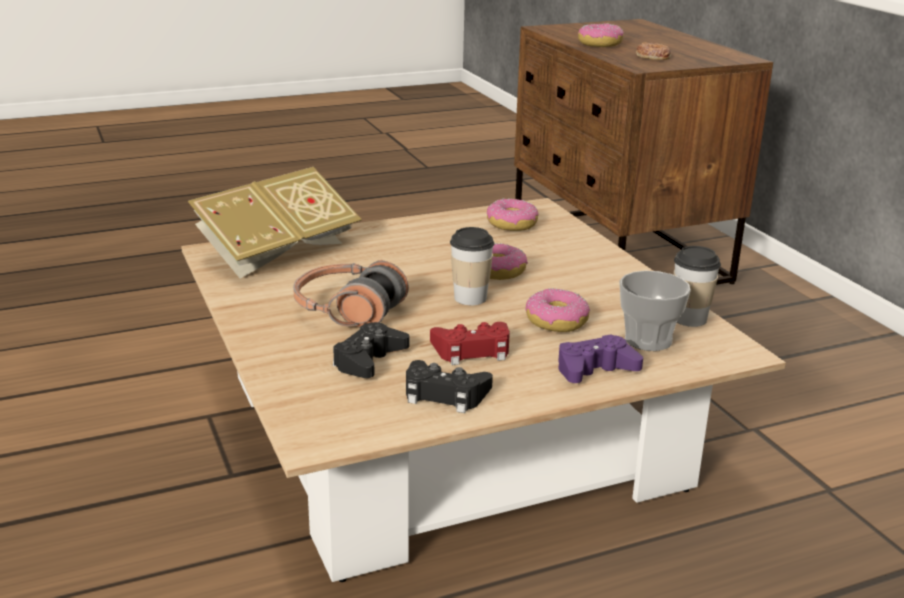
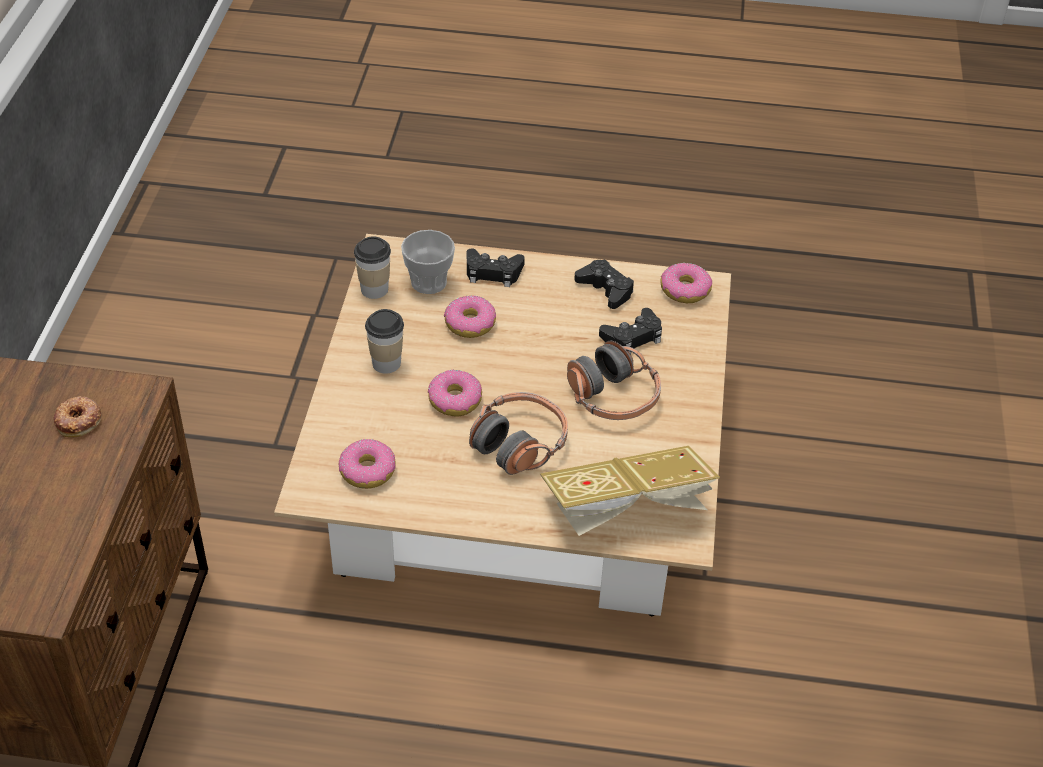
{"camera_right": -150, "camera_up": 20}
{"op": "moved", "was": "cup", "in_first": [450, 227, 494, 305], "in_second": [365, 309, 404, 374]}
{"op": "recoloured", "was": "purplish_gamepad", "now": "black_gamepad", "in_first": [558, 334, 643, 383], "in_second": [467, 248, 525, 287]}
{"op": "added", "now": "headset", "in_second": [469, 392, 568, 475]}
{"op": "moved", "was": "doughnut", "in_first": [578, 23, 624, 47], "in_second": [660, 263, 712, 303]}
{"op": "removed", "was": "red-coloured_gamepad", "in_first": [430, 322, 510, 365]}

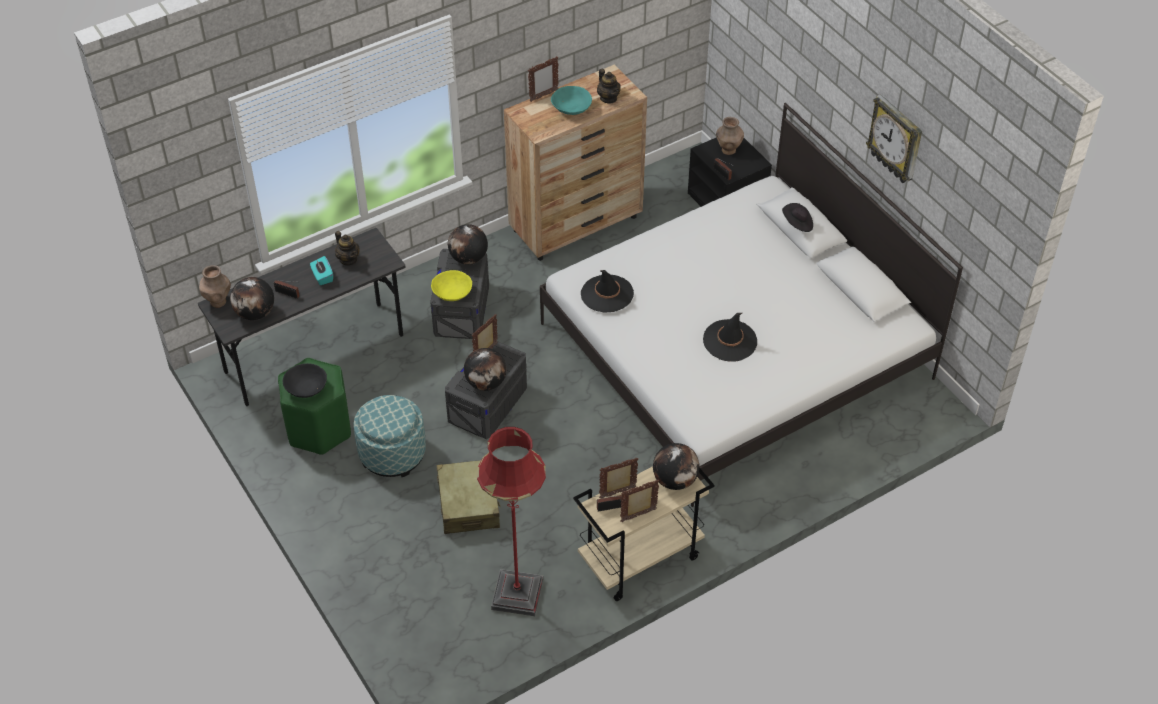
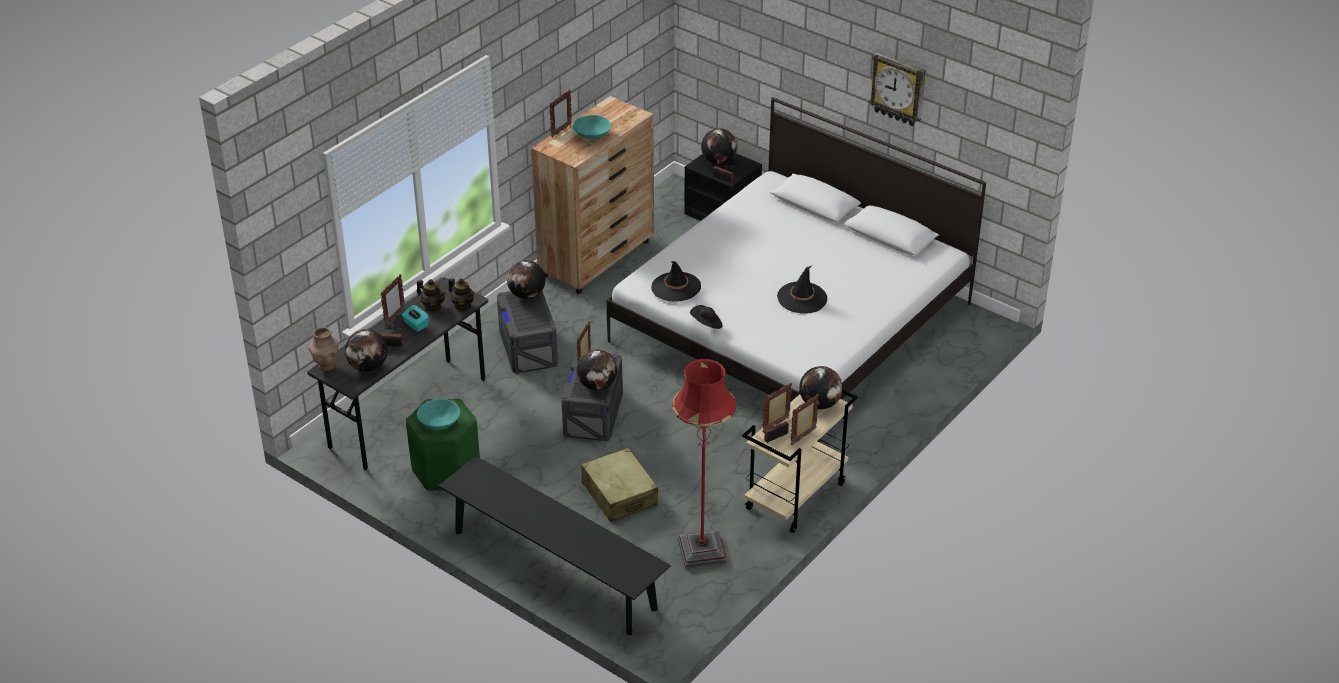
{"camera_right": -20, "camera_up": -10}
{"op": "added", "now": "photo_frame", "in_second": [380, 274, 405, 326]}
{"op": "recoloured", "was": "black_bowl", "now": "turquoise-coloured_bowl", "in_first": [283, 363, 327, 398], "in_second": [417, 399, 460, 430]}
{"op": "added", "now": "black_indoor_bench", "in_second": [439, 456, 671, 635]}
{"op": "moved", "was": "pot_for_tea", "in_first": [597, 69, 621, 104], "in_second": [448, 278, 475, 310]}
{"op": "moved", "was": "black_hat", "in_first": [782, 203, 813, 232], "in_second": [690, 305, 722, 329]}
{"op": "replaced", "was": "brown-coloured_flower_vase", "now": "desk_globe", "in_first": [716, 117, 744, 155], "in_second": [701, 128, 737, 164]}
{"op": "removed", "was": "footrest", "in_first": [354, 395, 426, 477]}
{"op": "removed", "was": "yellowish_bowl", "in_first": [431, 270, 472, 301]}

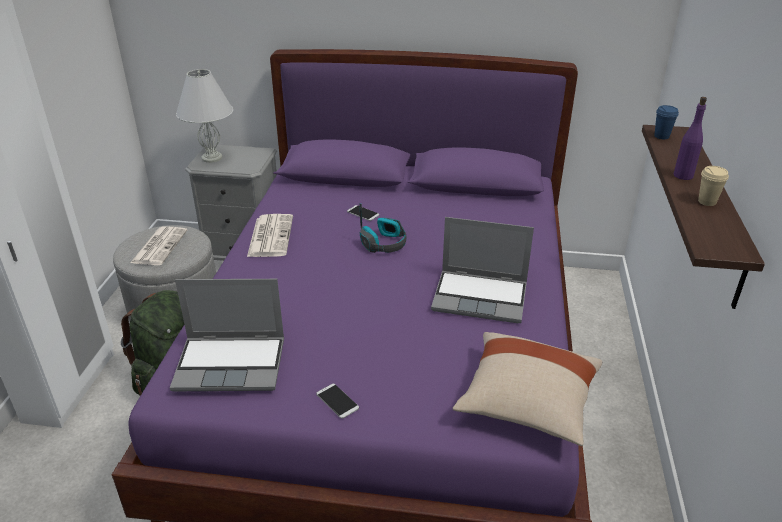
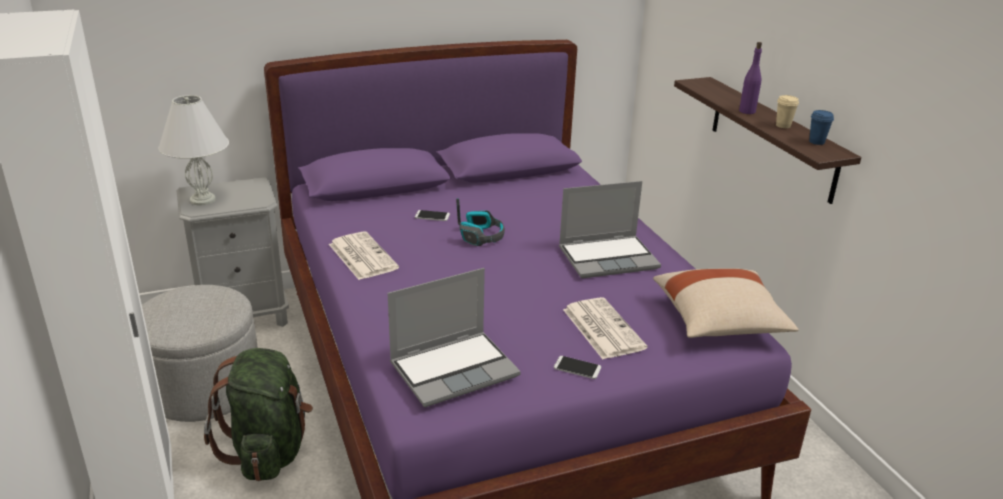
{"camera_right": -30, "camera_up": -5}
{"op": "moved", "was": "daily_paper", "in_first": [130, 227, 187, 265], "in_second": [563, 297, 647, 359]}
{"op": "moved", "was": "bluish_cup", "in_first": [654, 105, 679, 139], "in_second": [809, 110, 834, 145]}

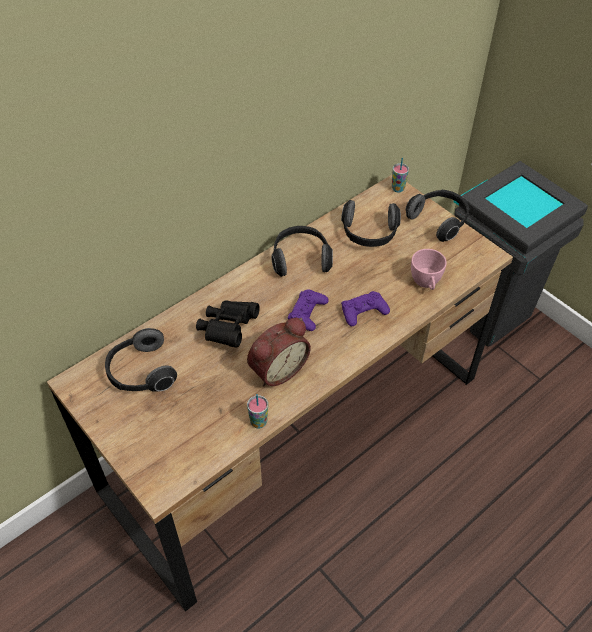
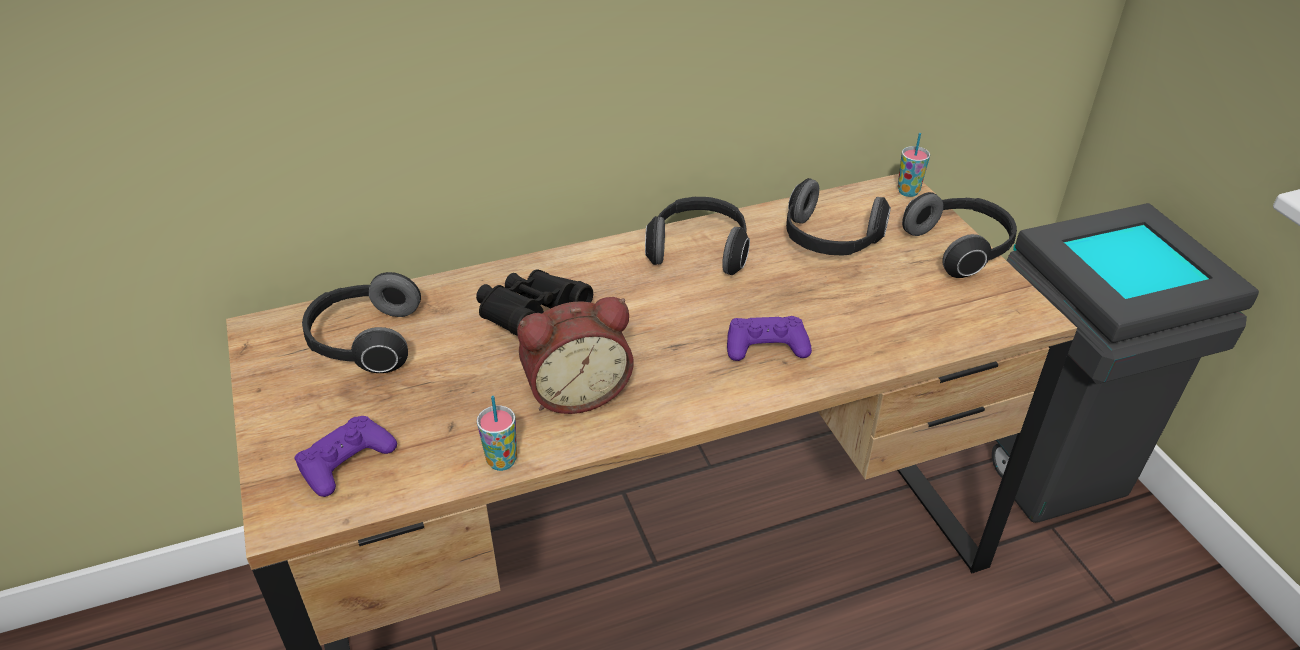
{"camera_right": 20, "camera_up": -10}
{"op": "moved", "was": "purplish_gamepad", "in_first": [288, 289, 329, 331], "in_second": [295, 416, 397, 497]}
{"op": "removed", "was": "pink-coloured_cup", "in_first": [411, 249, 447, 290]}

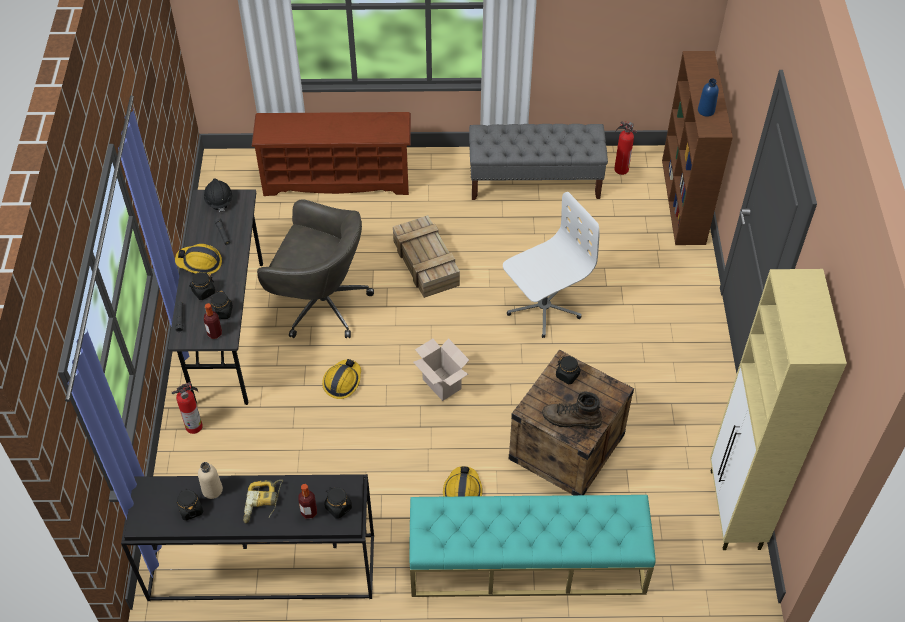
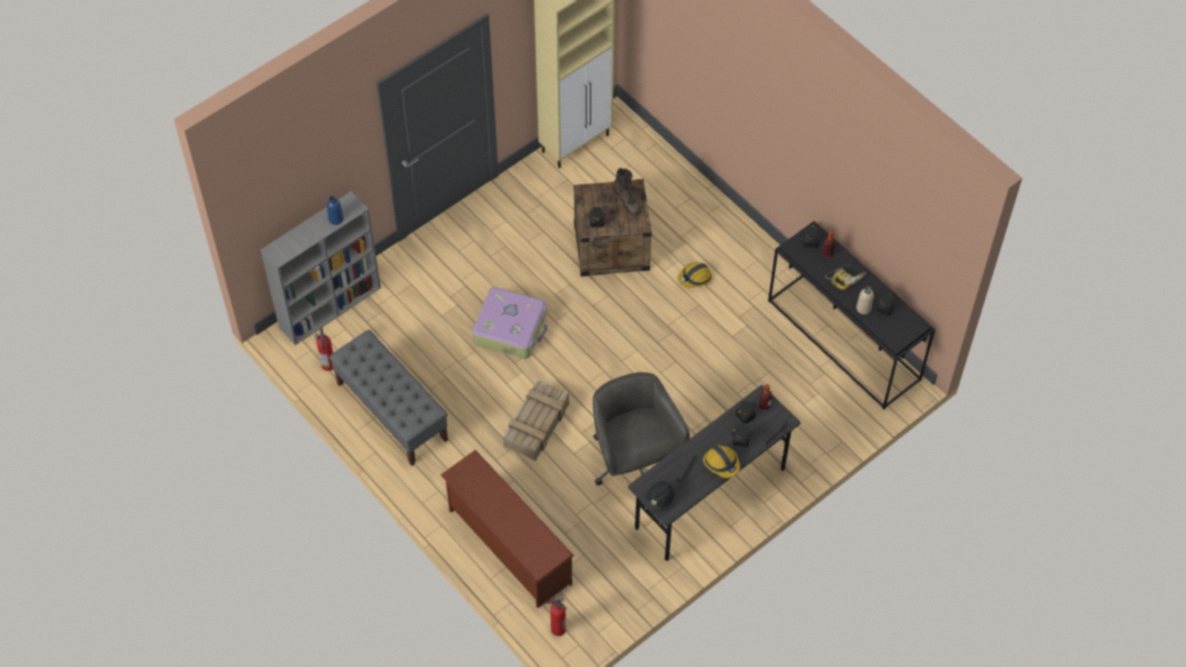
{"camera_right": -130, "camera_up": 5}
{"op": "recoloured", "was": "brown-coloured_bookshelf", "now": "gray_bookshelf", "in_first": [662, 51, 733, 245], "in_second": [261, 191, 381, 345]}
{"op": "replaced", "was": "white_computer_chair", "now": "travel_case", "in_first": [503, 192, 600, 338], "in_second": [472, 287, 548, 359]}
{"op": "moved", "was": "fire_extinguisher", "in_first": [172, 382, 203, 434], "in_second": [547, 596, 567, 636]}
{"op": "removed", "was": "safety_helmet", "in_first": [322, 359, 361, 399]}
{"op": "removed", "was": "turquoise-coloured_indoor_bench", "in_first": [410, 495, 656, 597]}
{"op": "removed", "was": "packing_box", "in_first": [413, 338, 469, 401]}

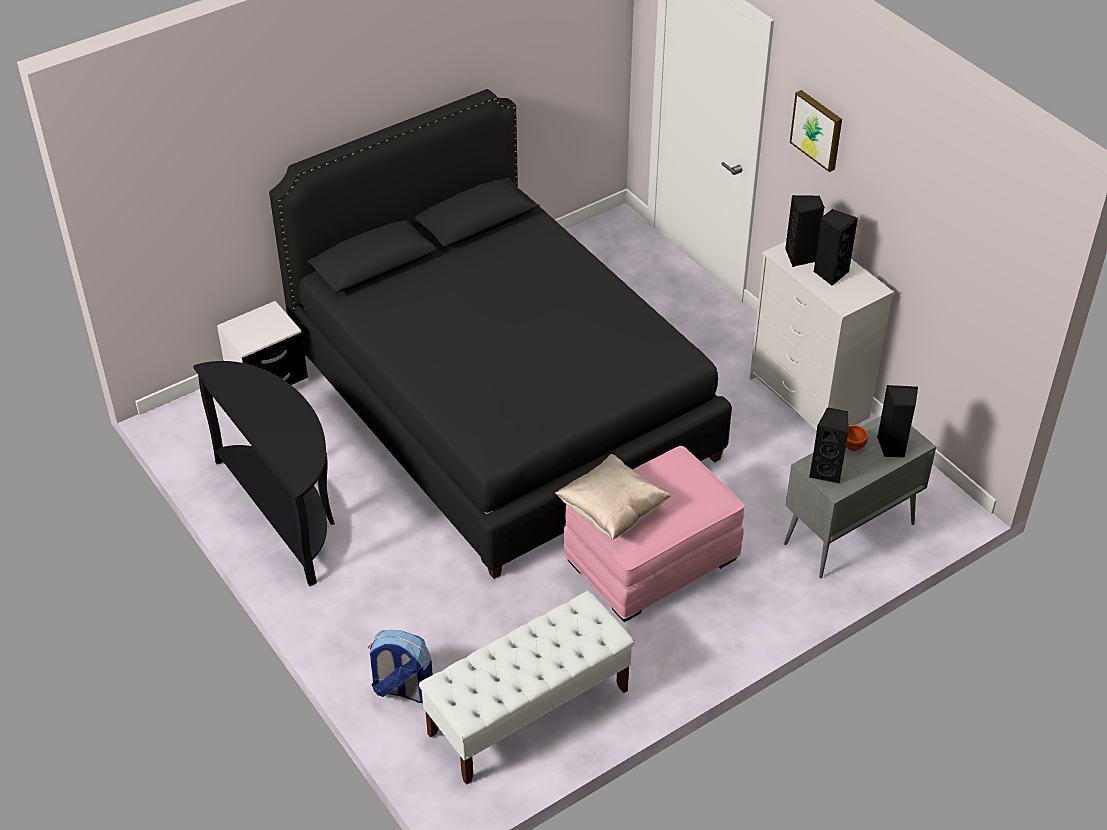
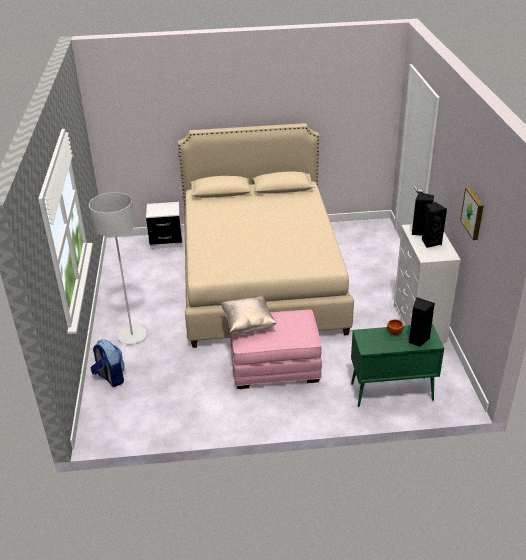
{"camera_right": 30, "camera_up": -10}
{"op": "added", "now": "gray_floor_lamp", "in_second": [89, 192, 147, 344]}
{"op": "recoloured", "was": "black_bed", "now": "beige-coloured_bed", "in_first": [269, 89, 732, 579], "in_second": [178, 123, 354, 348]}
{"op": "recoloured", "was": "gray_storage_cabinet", "now": "green_storage_cabinet", "in_first": [784, 416, 936, 579], "in_second": [351, 323, 444, 407]}
{"op": "moved", "was": "wall_picture", "in_first": [790, 90, 842, 172], "in_second": [460, 187, 484, 240]}
{"op": "removed", "was": "black_narrow_table", "in_first": [193, 361, 335, 586]}
{"op": "removed", "was": "white_indoor_bench", "in_first": [419, 591, 635, 785]}
{"op": "removed", "was": "black_speaker", "in_first": [809, 407, 849, 484]}

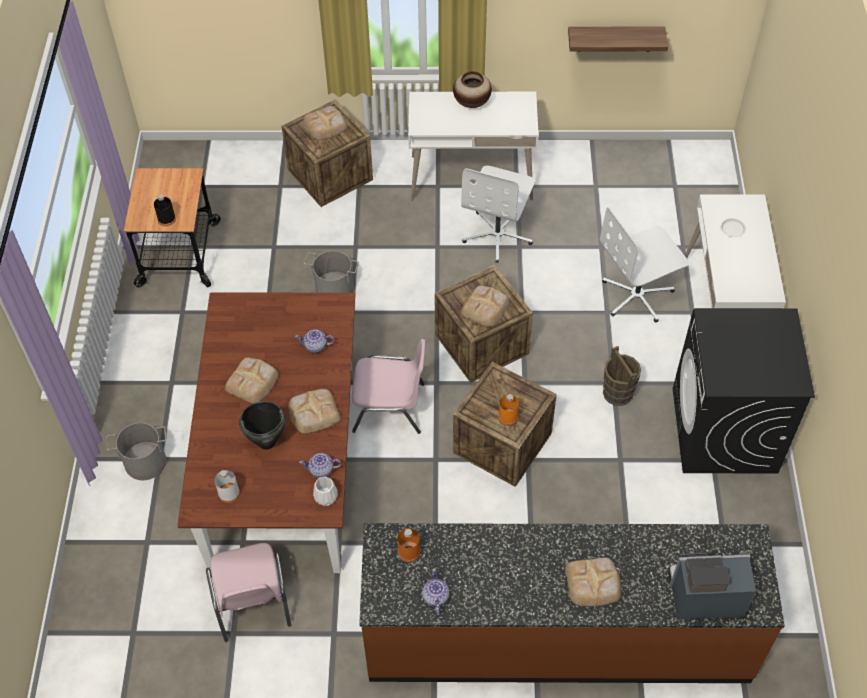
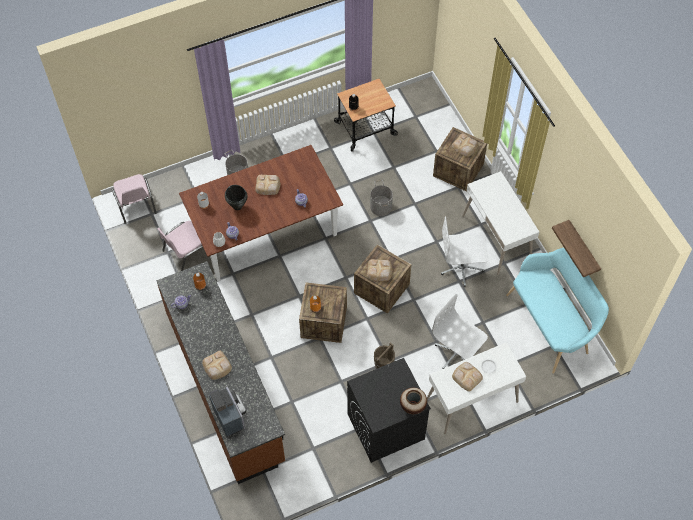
{"camera_right": 65, "camera_up": 5}
{"op": "moved", "was": "pink-coloured_upright_chair", "in_first": [352, 339, 425, 434], "in_second": [112, 174, 157, 224]}
{"op": "moved", "was": "flower_vase", "in_first": [453, 71, 492, 108], "in_second": [400, 388, 427, 414]}
{"op": "moved", "was": "bread", "in_first": [289, 389, 341, 434], "in_second": [452, 362, 483, 391]}
{"op": "added", "now": "turquoise-coloured_indoor_bench", "in_second": [506, 248, 609, 374]}

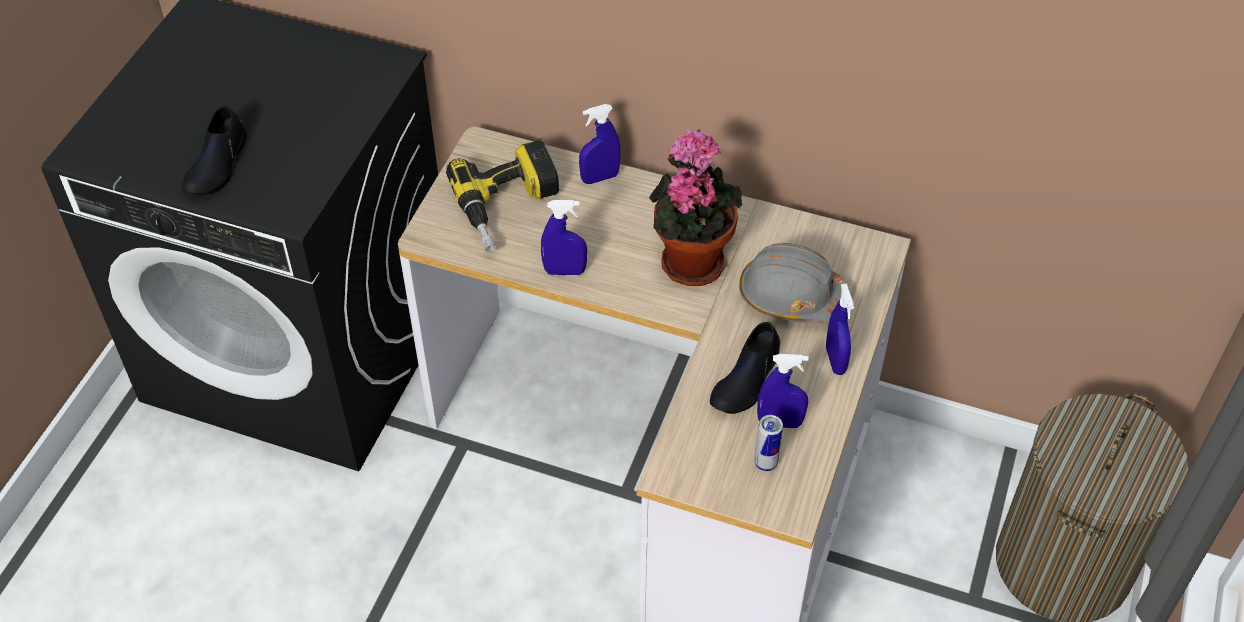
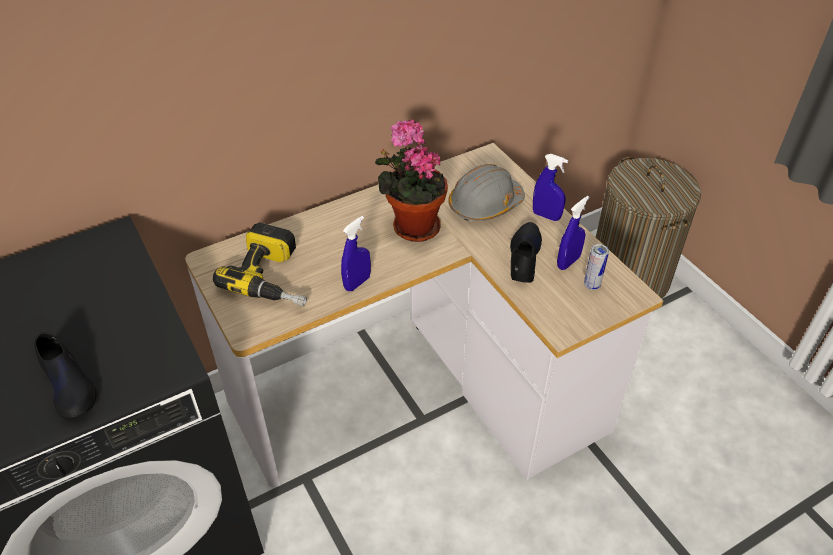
{"camera_right": -50, "camera_up": -5}
{"op": "turned", "was": "black_item_of_footwear", "in_first": [710, 321, 780, 414], "in_second": [510, 222, 542, 283], "clockwise": -150}
{"op": "removed", "was": "bluish_sprayer", "in_first": [579, 104, 621, 184]}

